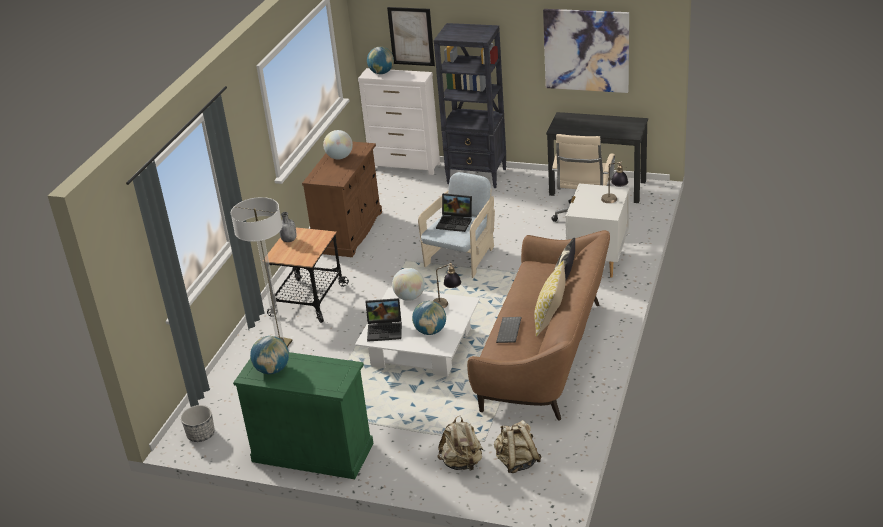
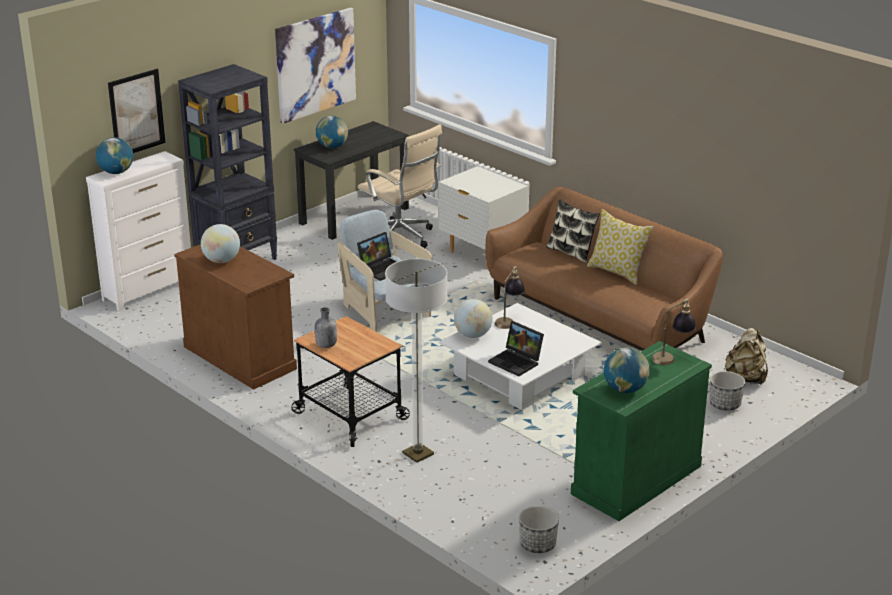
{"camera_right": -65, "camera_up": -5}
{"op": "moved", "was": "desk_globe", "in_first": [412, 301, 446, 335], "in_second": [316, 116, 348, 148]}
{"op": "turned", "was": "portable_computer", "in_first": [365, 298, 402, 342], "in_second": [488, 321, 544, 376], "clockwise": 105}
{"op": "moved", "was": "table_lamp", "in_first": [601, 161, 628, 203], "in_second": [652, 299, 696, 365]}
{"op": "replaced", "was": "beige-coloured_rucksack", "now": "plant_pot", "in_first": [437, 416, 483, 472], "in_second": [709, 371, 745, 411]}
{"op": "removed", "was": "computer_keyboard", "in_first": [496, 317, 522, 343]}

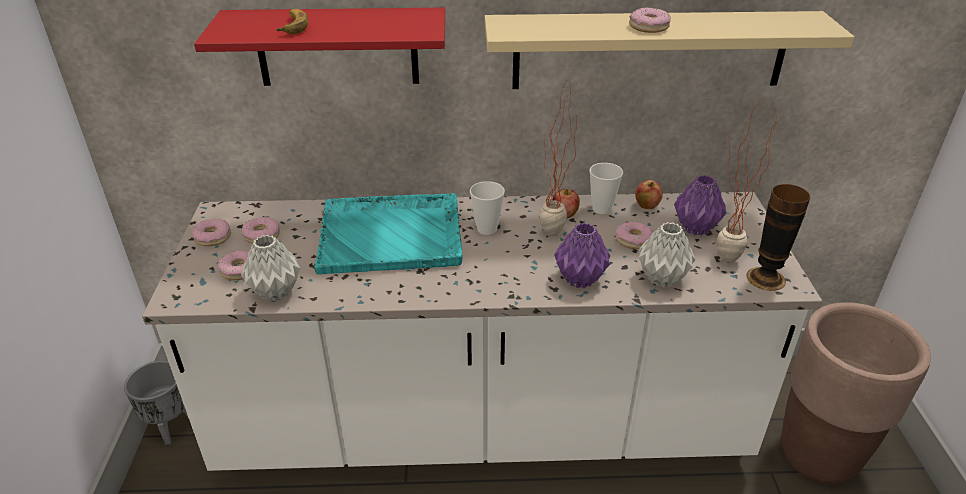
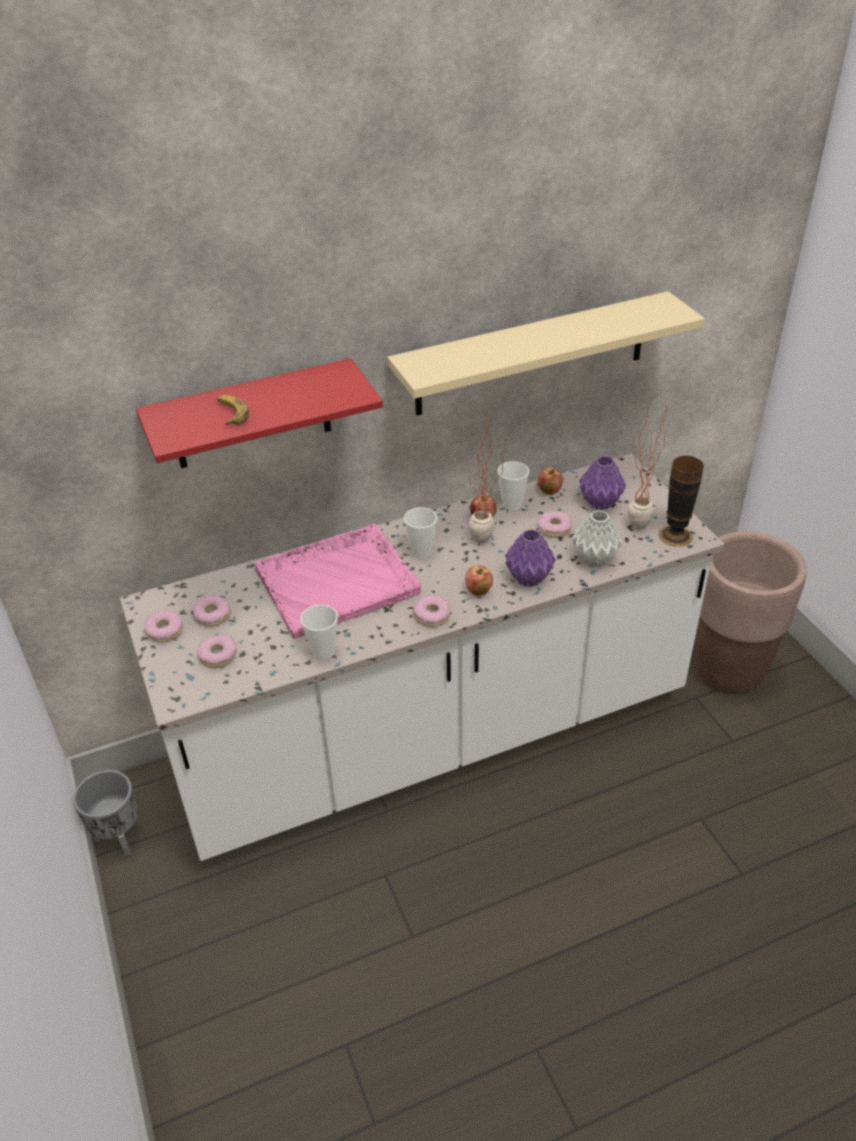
{"camera_right": -20, "camera_up": 5}
{"op": "recoloured", "was": "turquoise-coloured_carrying_tray", "now": "pink-coloured_carrying_tray", "in_first": [314, 193, 463, 274], "in_second": [255, 524, 421, 639]}
{"op": "added", "now": "cup", "in_second": [300, 605, 338, 660]}
{"op": "moved", "was": "doughnut", "in_first": [629, 7, 671, 33], "in_second": [413, 596, 451, 627]}
{"op": "added", "now": "apple", "in_second": [465, 566, 493, 596]}
{"op": "removed", "was": "gray_flower_vase", "in_first": [241, 235, 300, 301]}

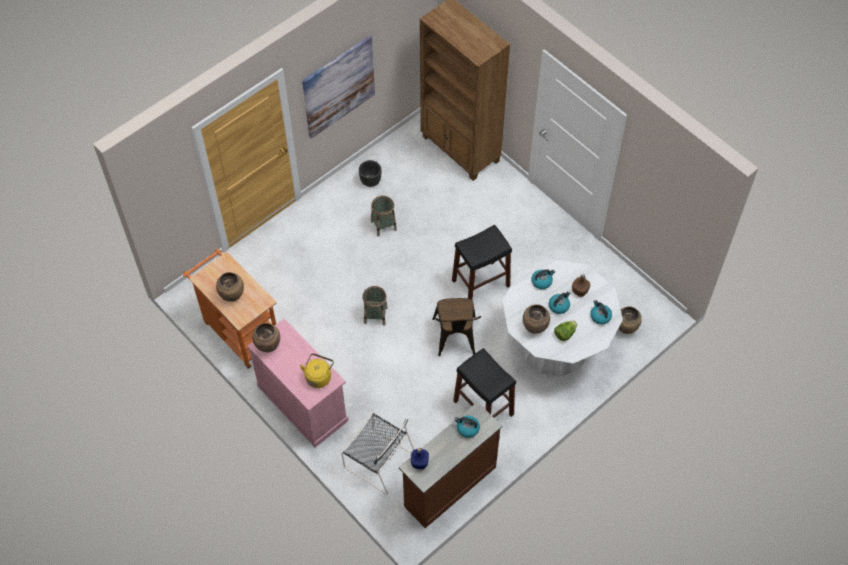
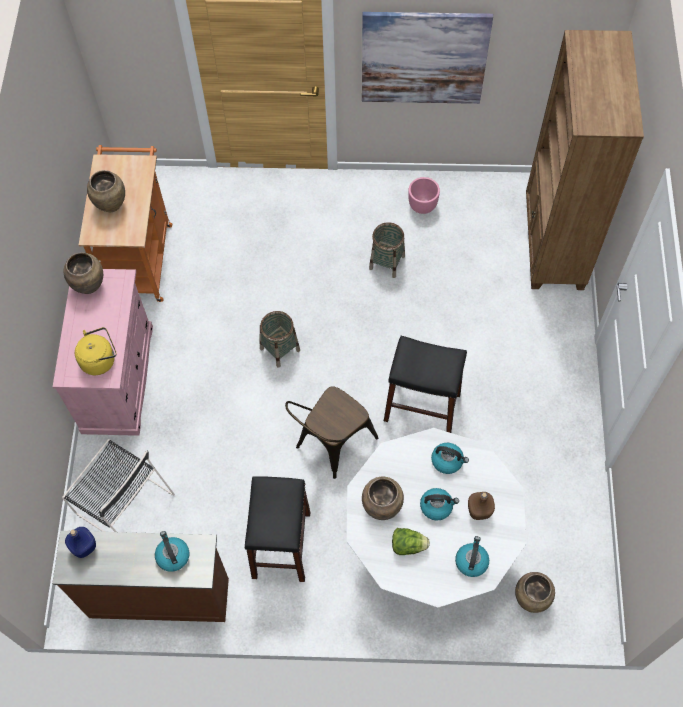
{"camera_right": 45, "camera_up": 5}
{"op": "turned", "was": "black_upright_chair", "in_first": [341, 412, 414, 495], "in_second": [62, 439, 175, 532], "clockwise": -45}
{"op": "recoloured", "was": "black_plant_pot", "now": "pink-coloured_plant_pot", "in_first": [359, 160, 381, 187], "in_second": [408, 177, 440, 214]}

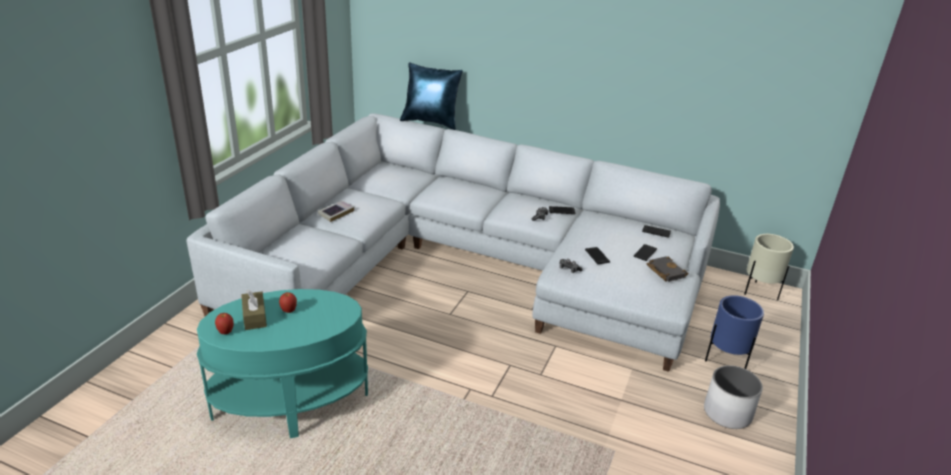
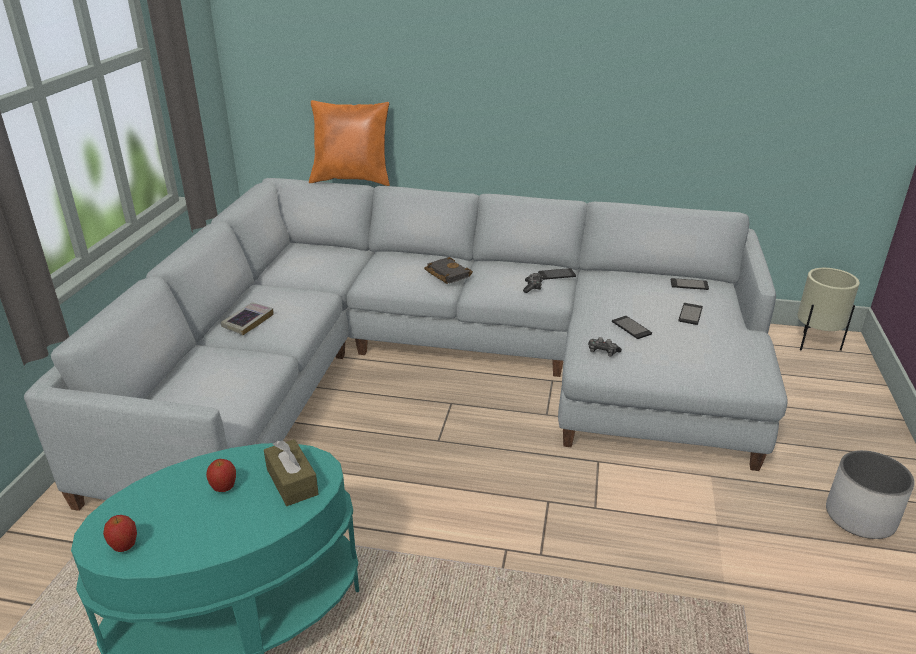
{"camera_right": -10, "camera_up": 0}
{"op": "moved", "was": "brown-coloured_tissue_holder", "in_first": [241, 290, 267, 330], "in_second": [264, 439, 319, 506]}
{"op": "recoloured", "was": "bluish_pillow", "now": "orange_pillow", "in_first": [400, 63, 463, 130], "in_second": [309, 100, 390, 186]}
{"op": "moved", "was": "black_bound_book", "in_first": [647, 256, 688, 282], "in_second": [424, 257, 473, 284]}
{"op": "removed", "was": "bluish_plant_pot", "in_first": [705, 295, 764, 369]}

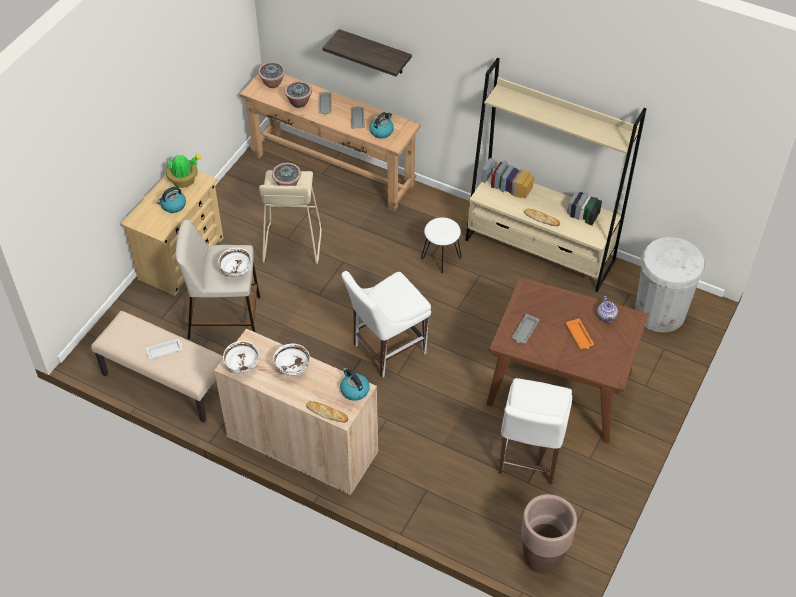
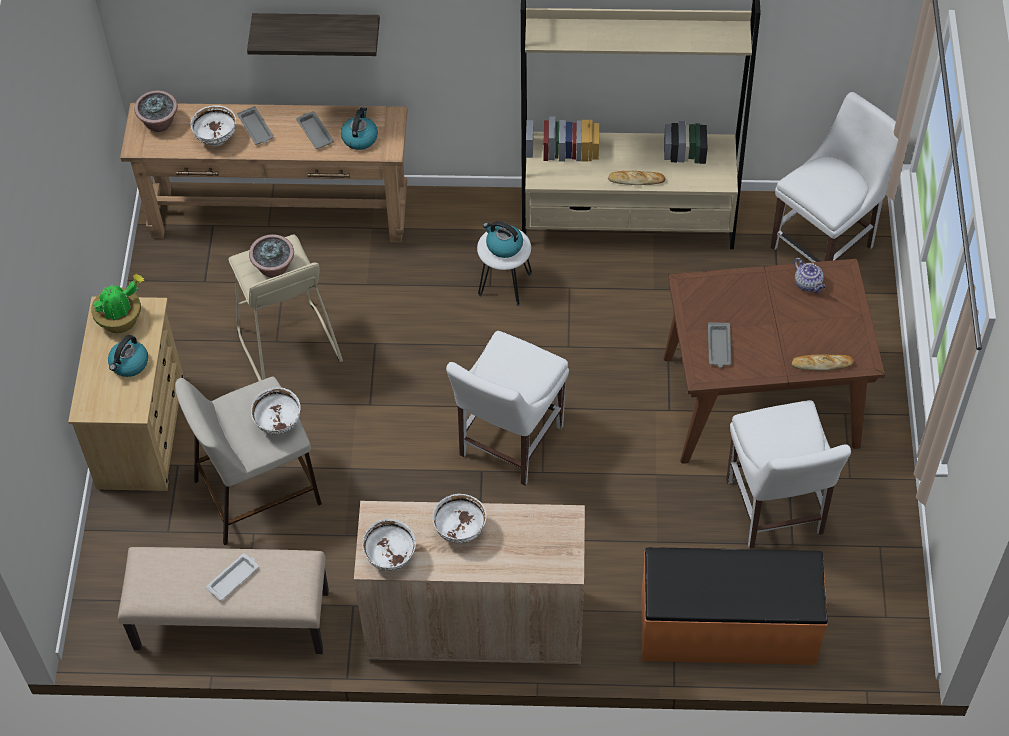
{"camera_right": -25, "camera_up": 5}
{"op": "replaced", "was": "houseplant", "now": "white_bowl", "in_first": [284, 81, 312, 108], "in_second": [191, 105, 236, 146]}
{"op": "moved", "was": "kettle", "in_first": [340, 368, 370, 401], "in_second": [483, 221, 523, 258]}
{"op": "added", "now": "orange_indoor_bench", "in_second": [641, 547, 828, 665]}
{"op": "replaced", "was": "white_trash_can", "now": "white_upright_chair", "in_first": [635, 237, 705, 333], "in_second": [771, 92, 898, 262]}
{"op": "moved", "was": "bread", "in_first": [306, 401, 348, 422], "in_second": [791, 354, 854, 371]}
{"op": "removed", "was": "brown-coloured_plant_pot", "in_first": [521, 494, 577, 574]}
{"op": "removed", "was": "orange_carrying_tray", "in_first": [566, 318, 594, 349]}

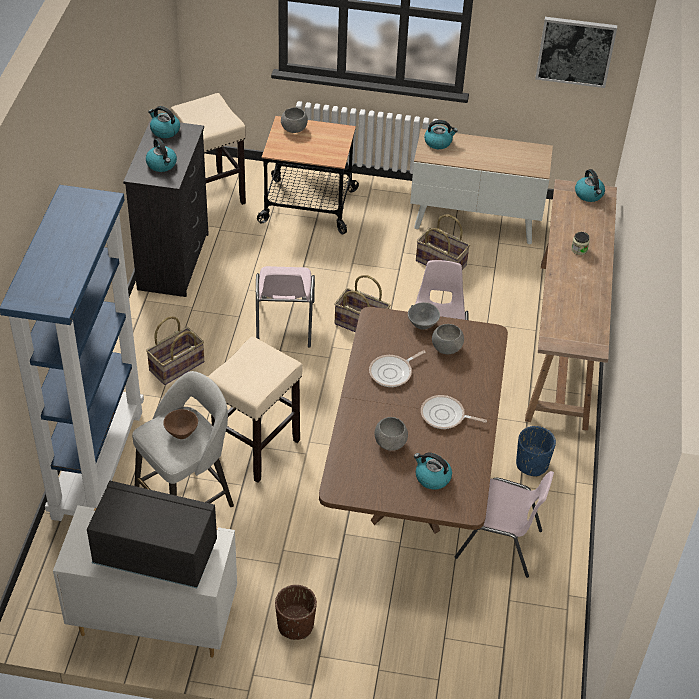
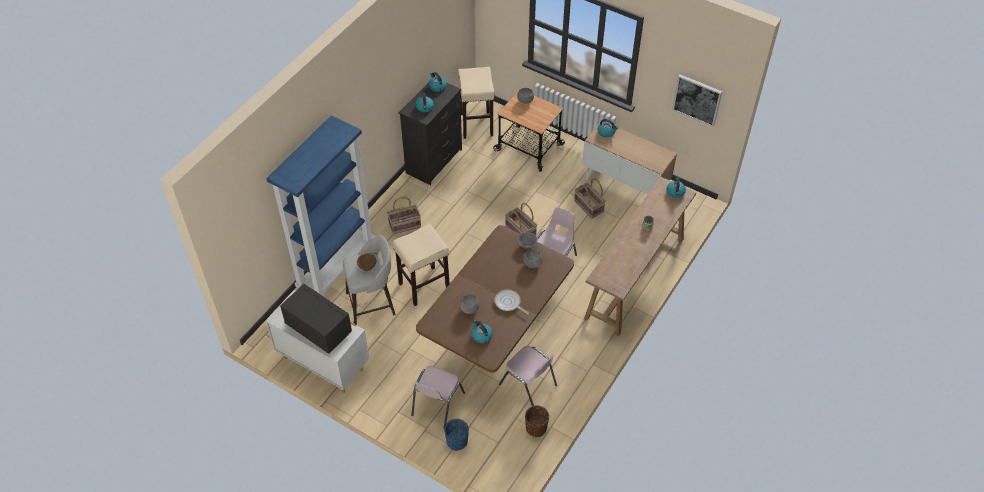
{"camera_right": 25, "camera_up": 5}
{"op": "moved", "was": "pink-coloured_upright_chair", "in_first": [256, 266, 315, 348], "in_second": [411, 366, 465, 428]}
{"op": "moved", "was": "bluish_plant_pot", "in_first": [516, 426, 556, 477], "in_second": [444, 419, 469, 451]}
{"op": "moved", "was": "brown-coloured_plant_pot", "in_first": [275, 585, 317, 640], "in_second": [525, 405, 549, 437]}
{"op": "removed", "was": "frying_pan", "in_first": [369, 350, 425, 387]}

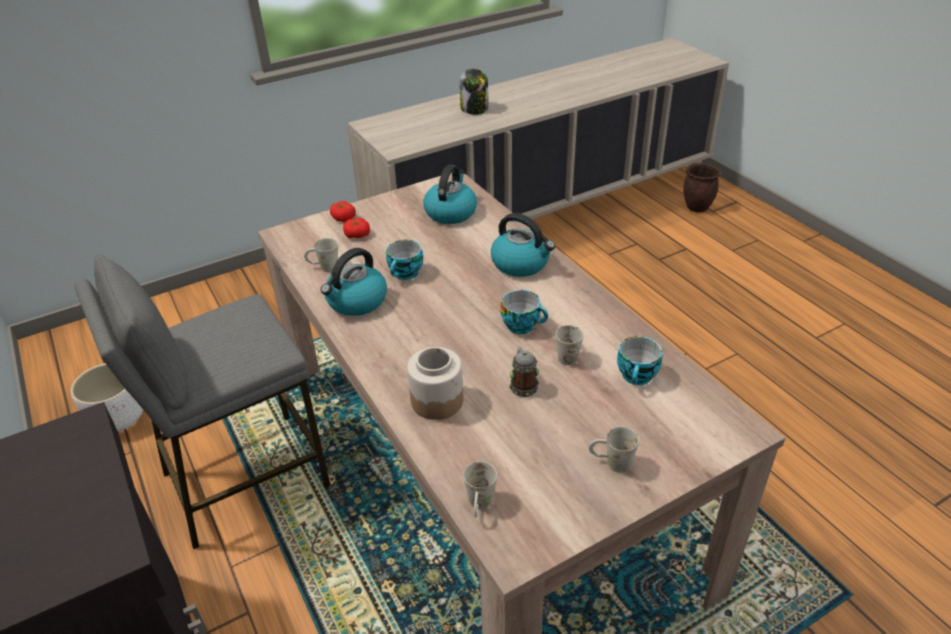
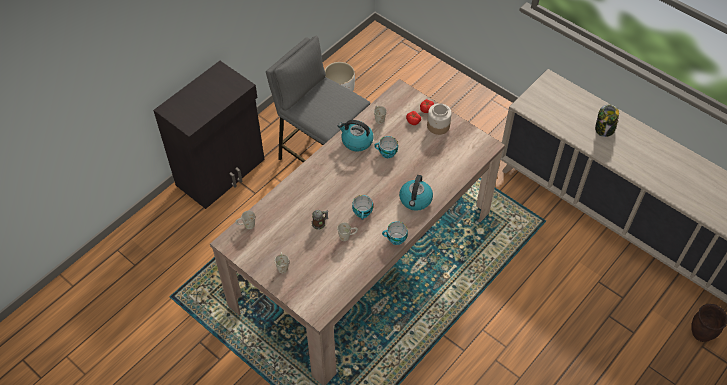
{"camera_right": 70, "camera_up": 15}
{"op": "moved", "was": "cup", "in_first": [617, 336, 662, 385], "in_second": [382, 221, 408, 245]}
{"op": "moved", "was": "storage_jar", "in_first": [407, 347, 464, 420], "in_second": [427, 103, 452, 135]}
{"op": "removed", "was": "kettle", "in_first": [423, 165, 477, 224]}

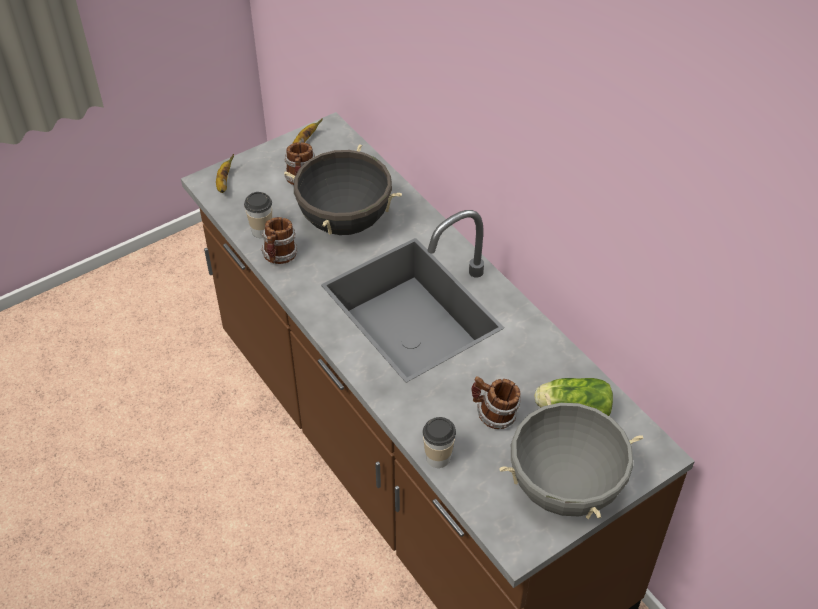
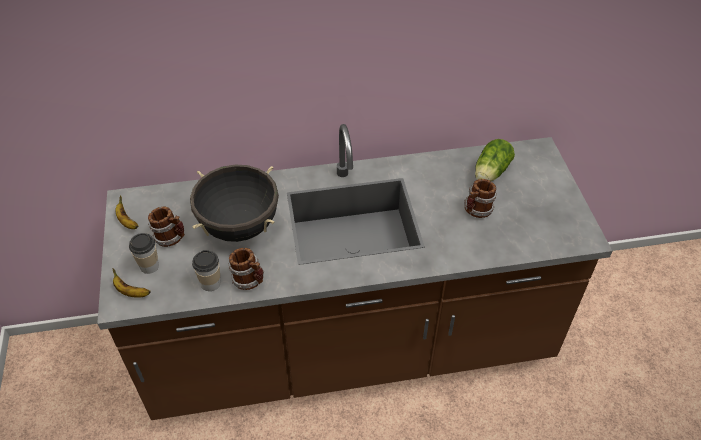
{"camera_right": -65, "camera_up": 0}
{"op": "moved", "was": "cup", "in_first": [423, 417, 456, 468], "in_second": [129, 233, 159, 274]}
{"op": "removed", "was": "gray_stockpot", "in_first": [499, 393, 643, 520]}

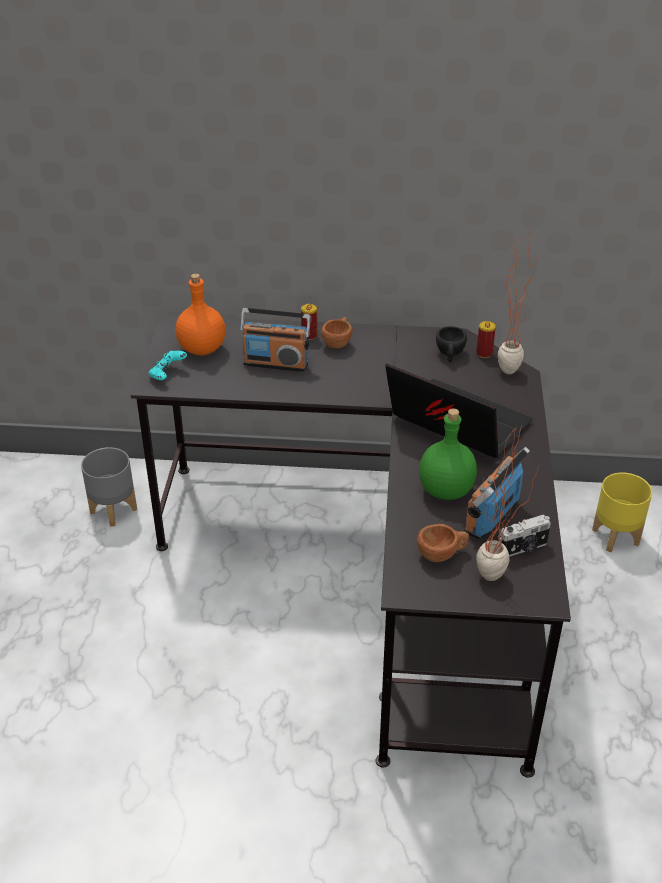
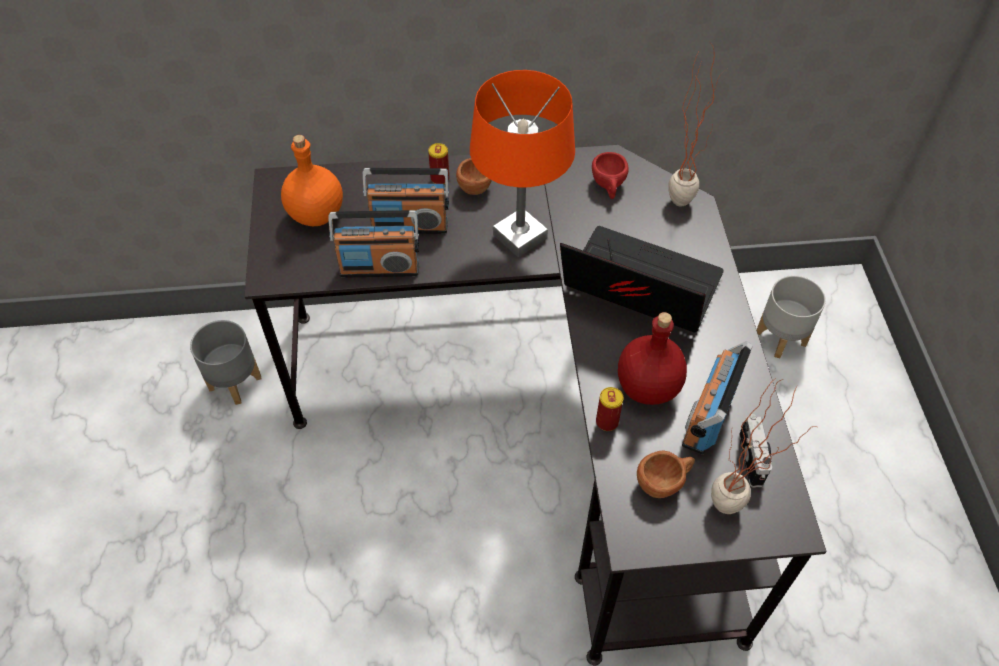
{"camera_right": -10, "camera_up": 15}
{"op": "added", "now": "radio_set", "in_second": [328, 210, 419, 278]}
{"op": "added", "now": "orange_table_lamp", "in_second": [470, 70, 575, 257]}
{"op": "recoloured", "was": "black_cup", "now": "red-coloured_cup", "in_first": [436, 326, 467, 362], "in_second": [592, 152, 628, 199]}
{"op": "moved", "was": "sealed_can", "in_first": [476, 321, 496, 358], "in_second": [596, 387, 624, 431]}
{"op": "recoloured", "was": "green_beverage_bottle", "now": "red-coloured_beverage_bottle", "in_first": [419, 408, 477, 500], "in_second": [618, 312, 687, 405]}
{"op": "turned", "was": "still_camera", "in_first": [500, 515, 551, 557], "in_second": [739, 414, 772, 487], "clockwise": -60}
{"op": "recoloured", "was": "yellowish_plant_pot", "now": "gray_plant_pot", "in_first": [592, 472, 652, 552], "in_second": [757, 275, 826, 358]}
{"op": "removed", "was": "turquoise-coloured_gamepad", "in_first": [148, 351, 187, 380]}

